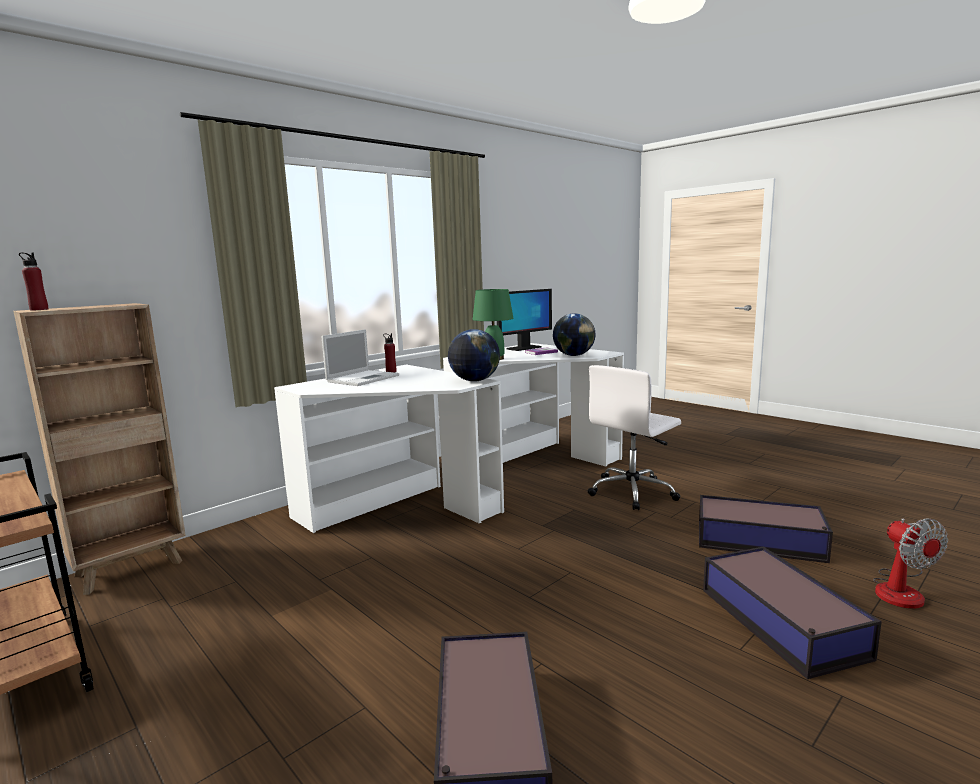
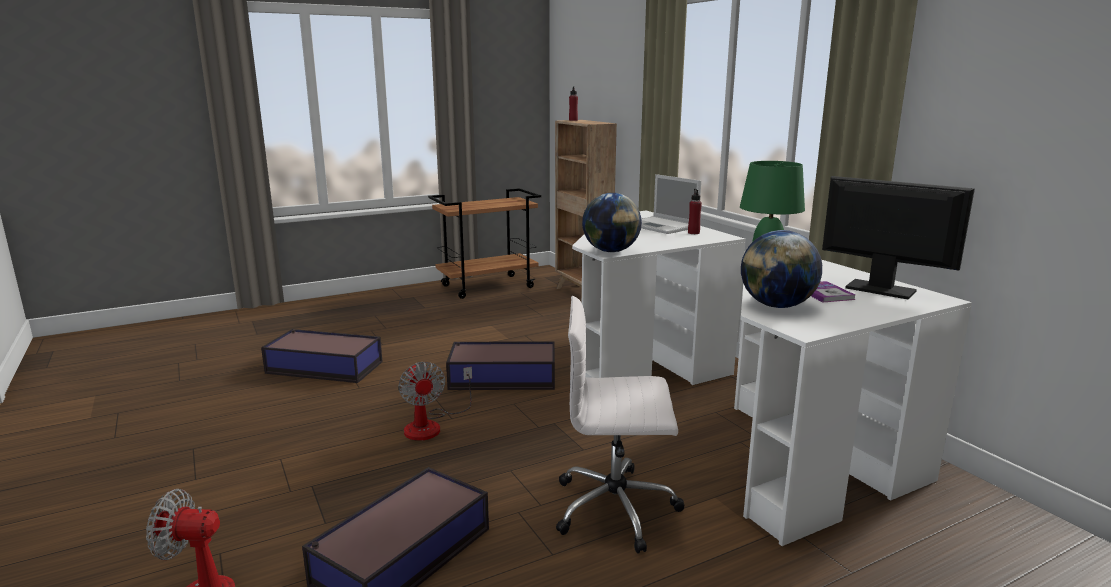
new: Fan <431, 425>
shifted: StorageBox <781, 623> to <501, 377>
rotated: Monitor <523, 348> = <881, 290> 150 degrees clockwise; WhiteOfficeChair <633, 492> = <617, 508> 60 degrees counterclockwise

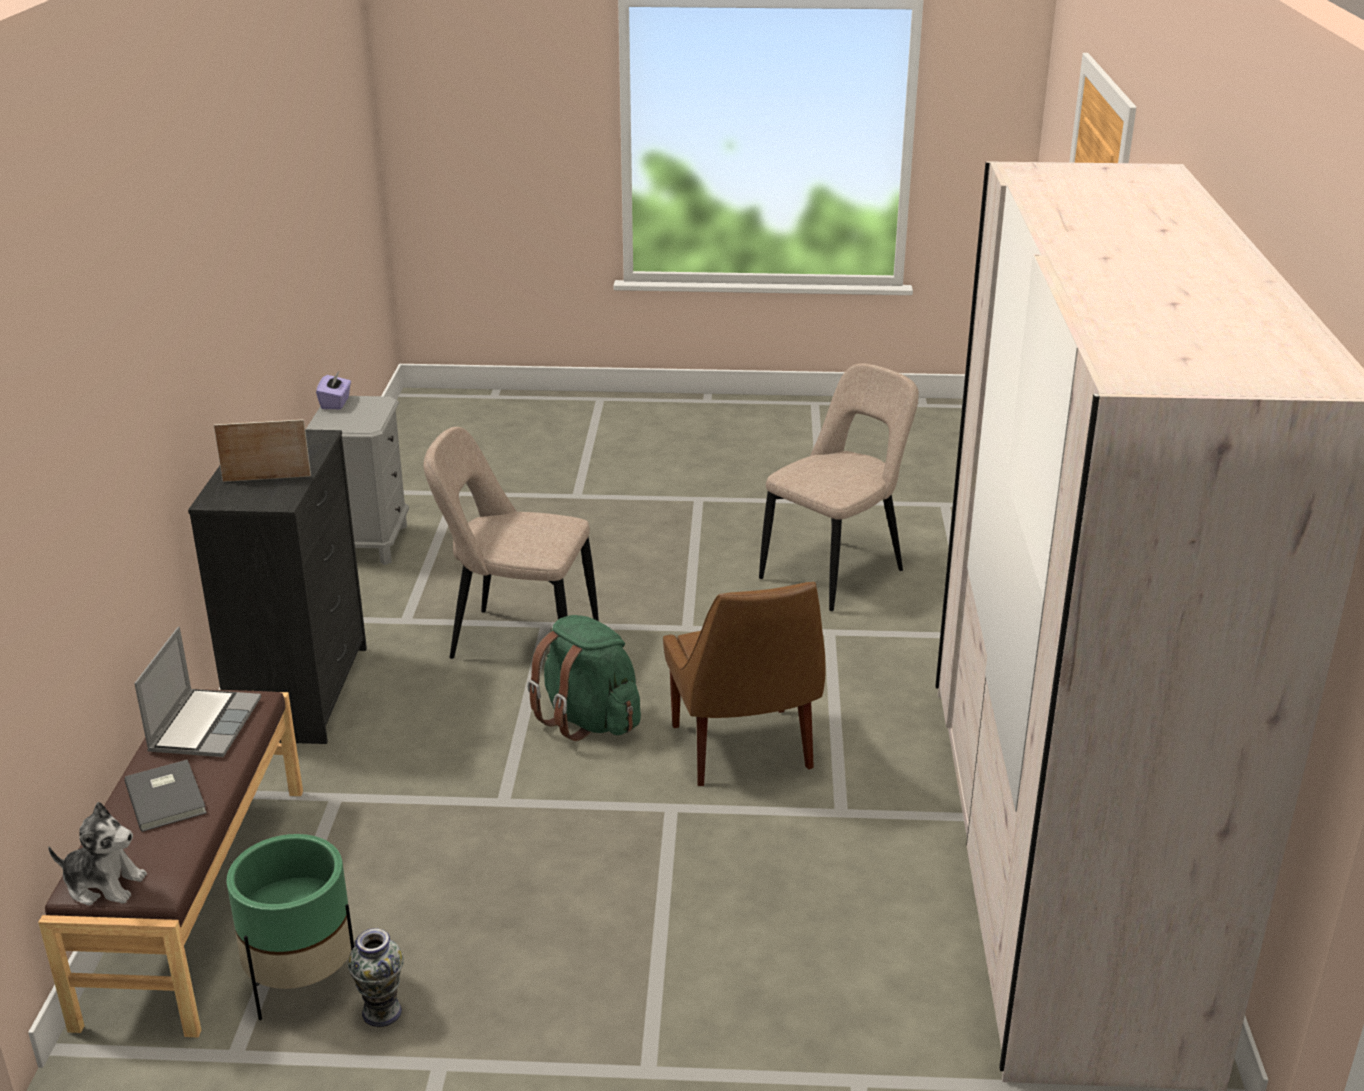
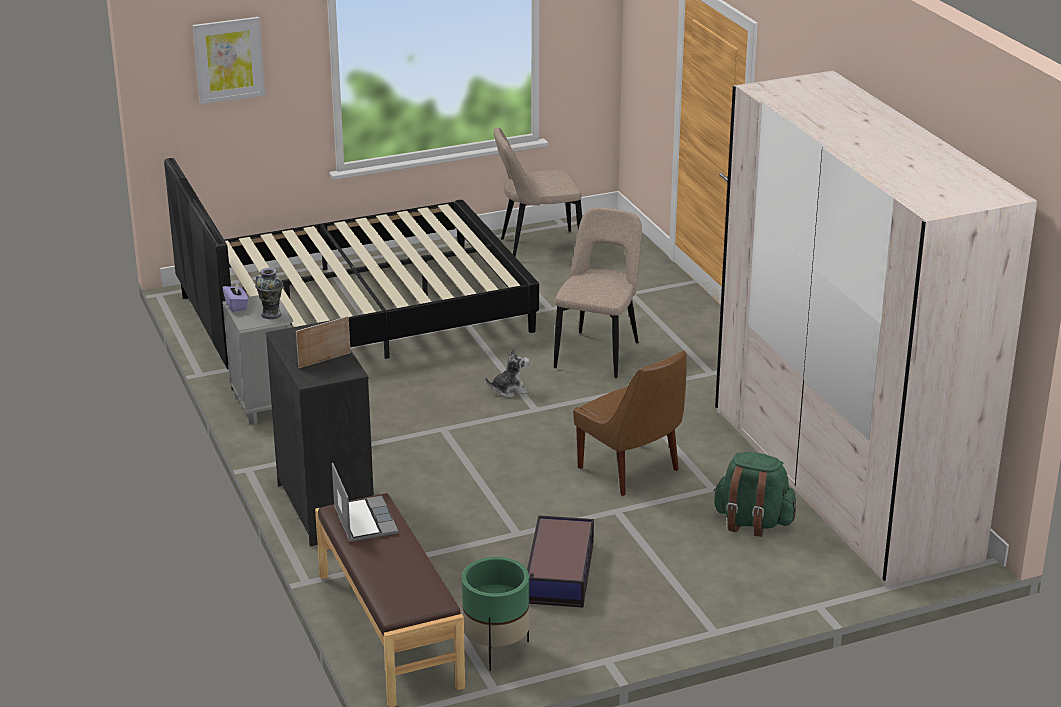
gone: GreyBook <167, 796>
new: Picture <228, 60>; BlackBed <354, 314>; StorageBox <559, 573>
shifted: BeigeChair <517, 640> to <537, 247>; GreenBackpack <588, 720> to <752, 522>; PlushToy <104, 884> to <509, 390>; Vase <381, 1012> to <271, 314>

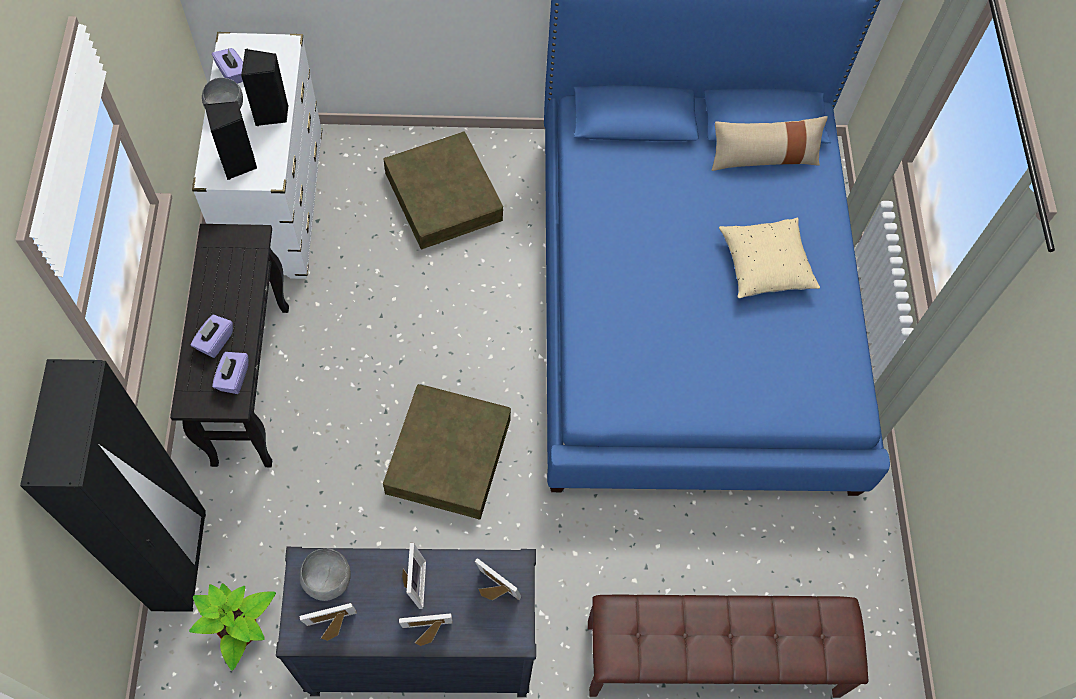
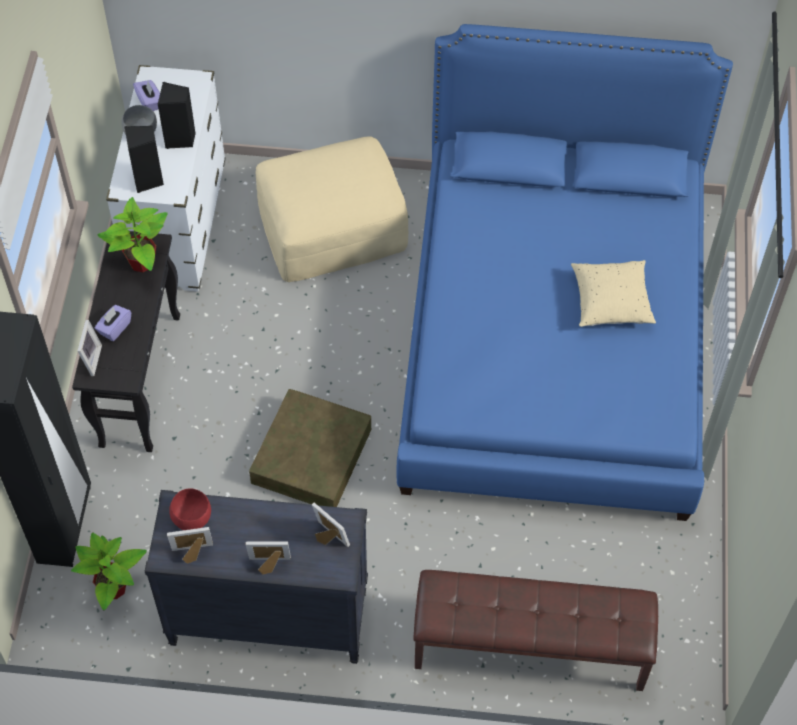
gone: BeigePillow <763, 157>; PurpleTissueBox <233, 378>
new: PottedPlant <141, 263>
shifted: PictureFrame <413, 584> to <89, 359>
swapped: BrownStorageBox <443, 196> to BeigeOttoman <332, 226>
repainted: GreyBowl <327, 579> to RedBowl <191, 517>

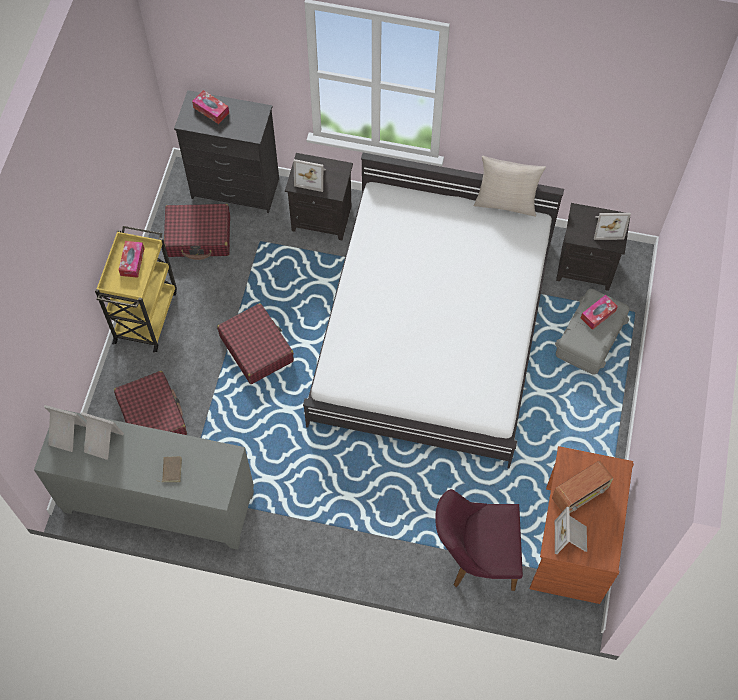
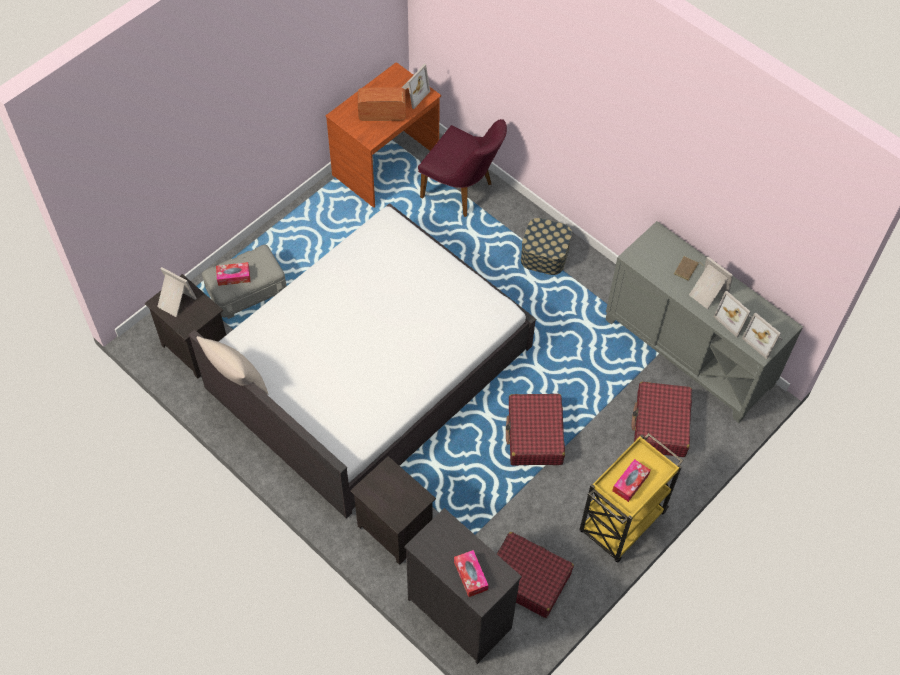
new: StorageBox <544, 255>
shifted: PictureFrame <312, 177> to <706, 293>

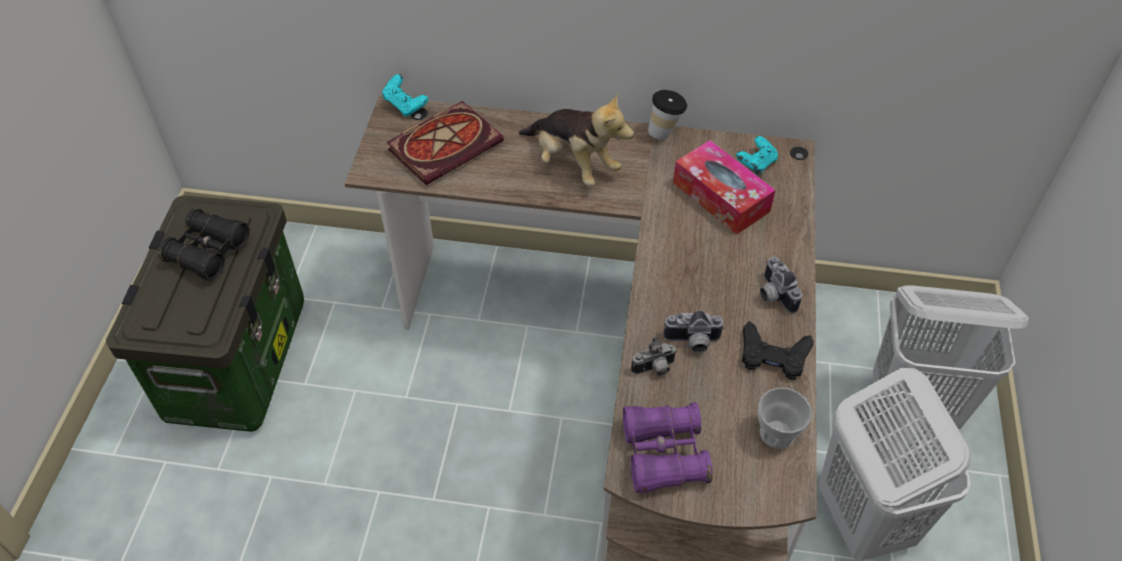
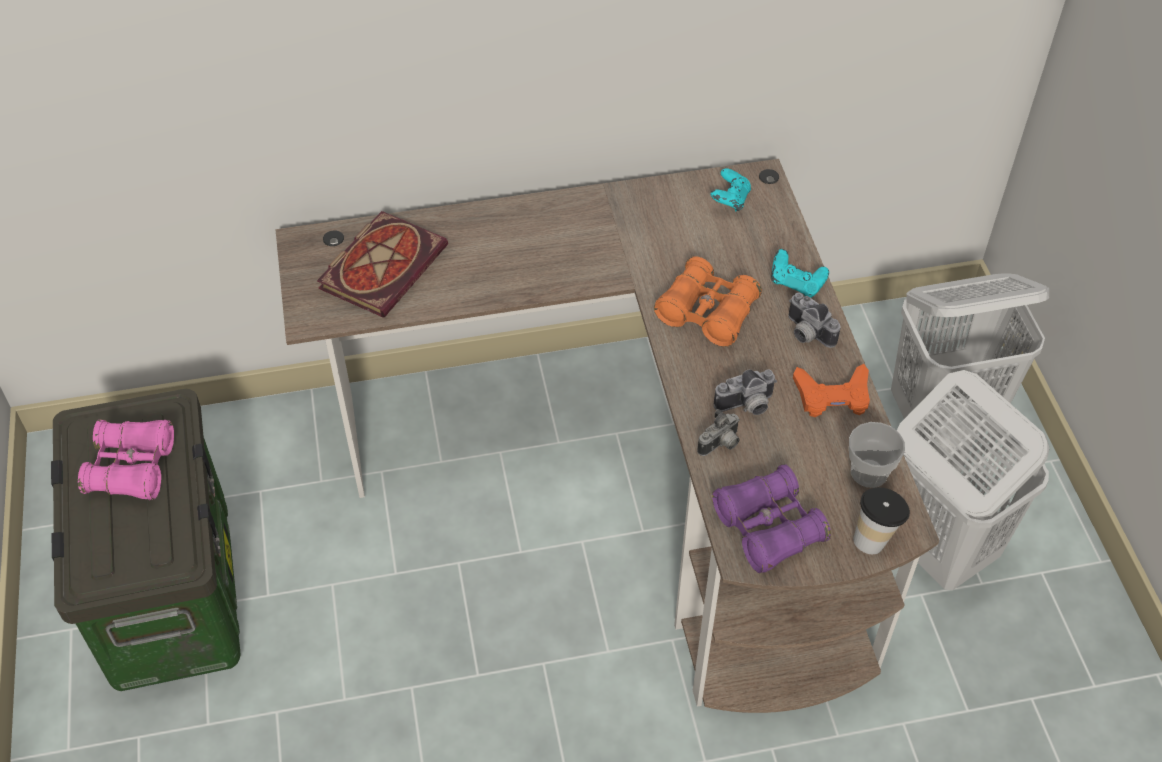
gone: PlushToy <573, 164>; TissueBox <721, 197>
new: OrangeBinoculars <707, 312>
shifted: TurquoiseGameController <405, 105> to <796, 284>; Cup <665, 132> to <874, 538>
repainted: BlackBinoculars <208, 252> to PinkBinoculars <132, 468>; BlackGameController <773, 356> to OrangeGameController <832, 396>

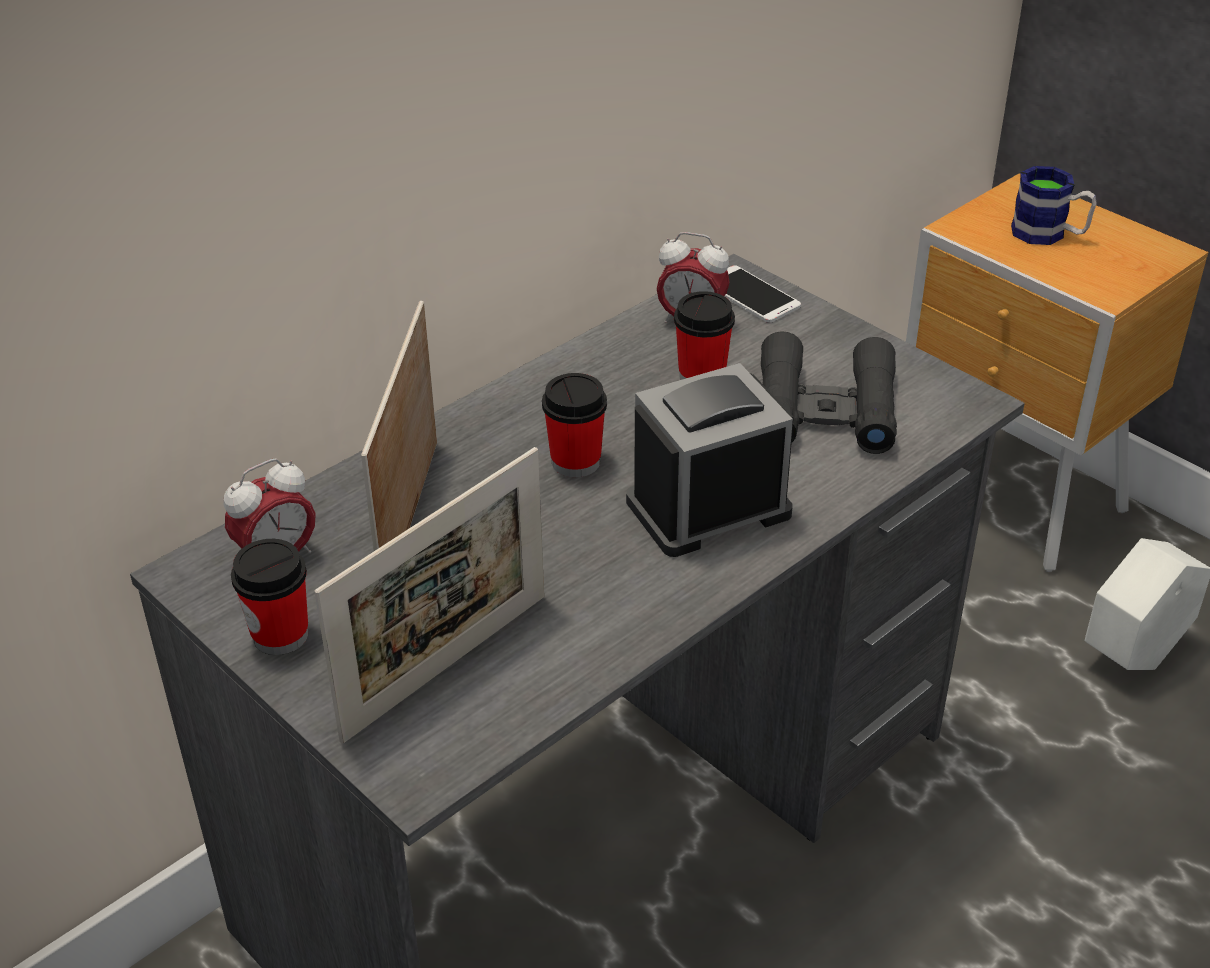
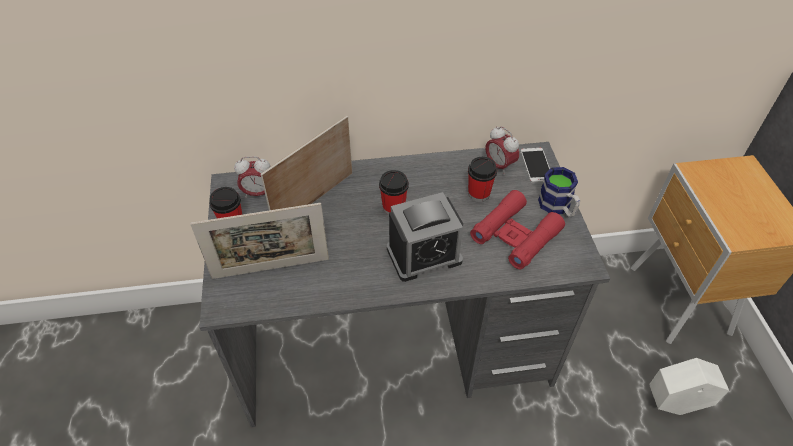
shifted: Mug <1049, 234> to <558, 208>
repainted: BlackBinoculars <825, 409> to RedBinoculars <515, 235>
rotated: AlarmClock <708, 508> = <424, 255> 150 degrees clockwise

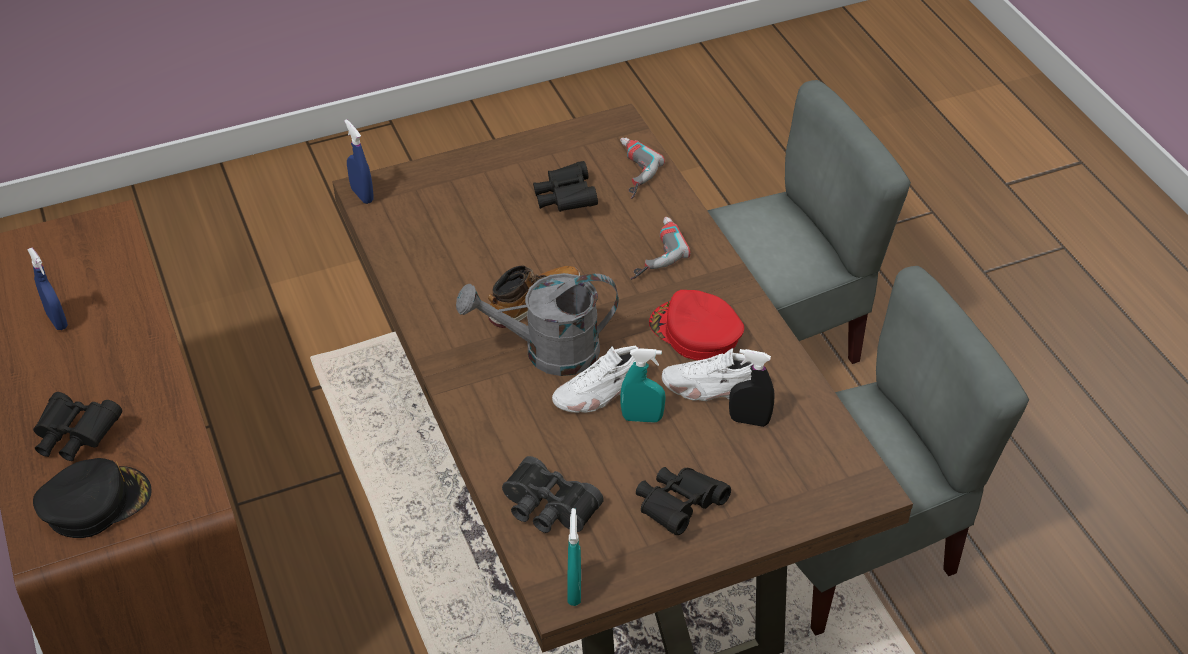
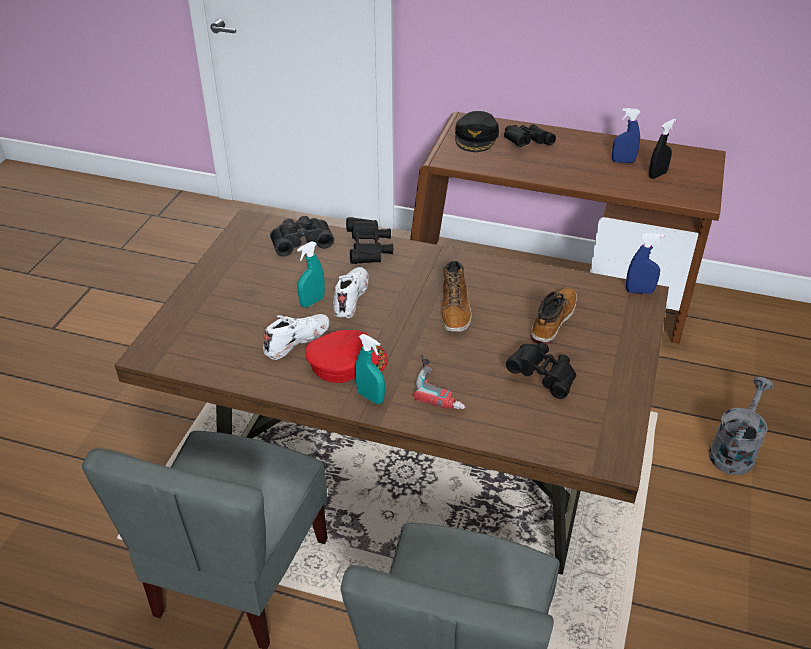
gone: PowerDrill <627, 172>
new: Boot <552, 321>
shifted: GreyWateringCan <548, 352> to <734, 450>; BlackSprayBottle <749, 420> to <657, 175>; BlackBinoculars <678, 507> to <369, 250>; TurquoiseSprayBottle <574, 589> to <370, 397>

